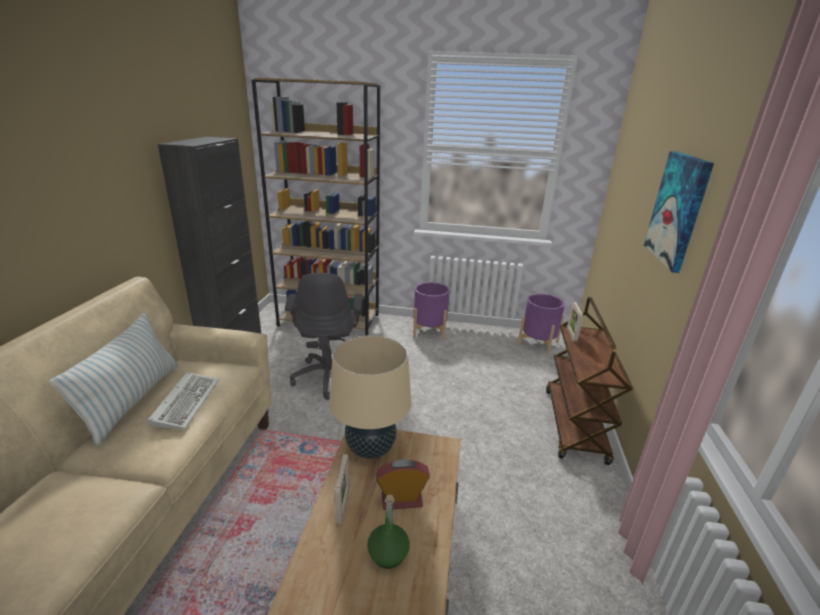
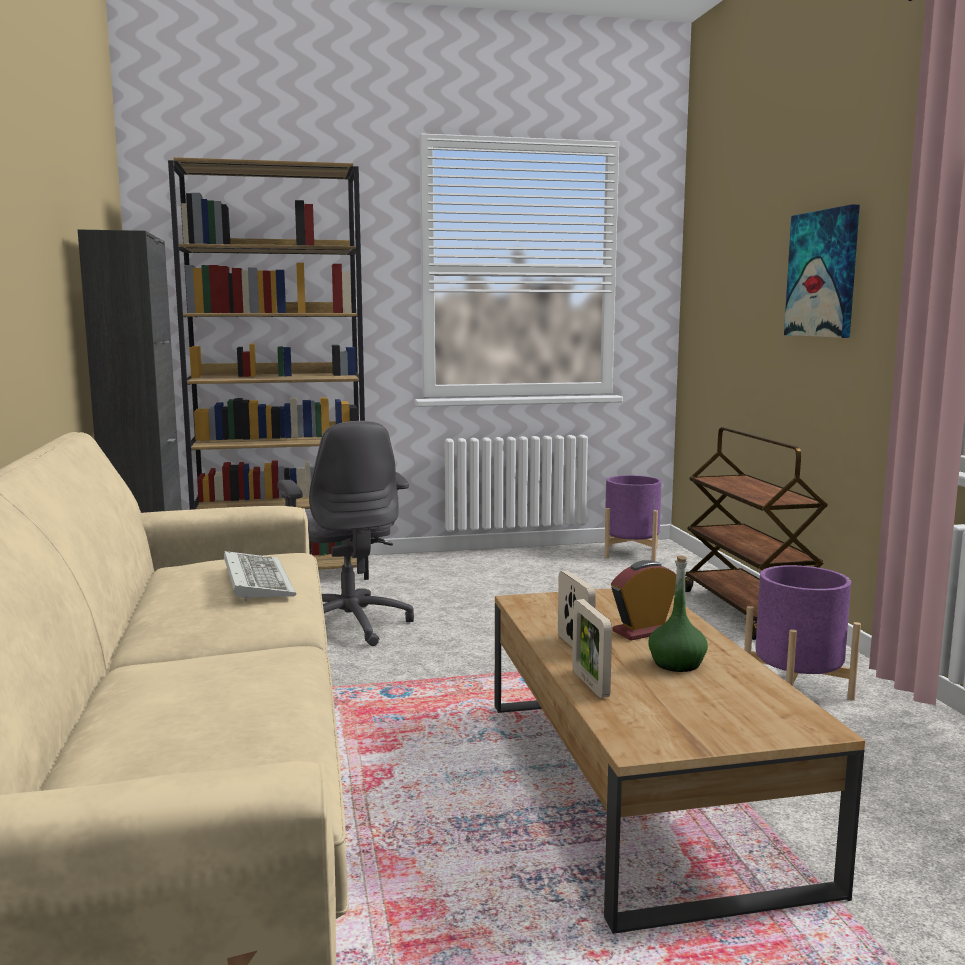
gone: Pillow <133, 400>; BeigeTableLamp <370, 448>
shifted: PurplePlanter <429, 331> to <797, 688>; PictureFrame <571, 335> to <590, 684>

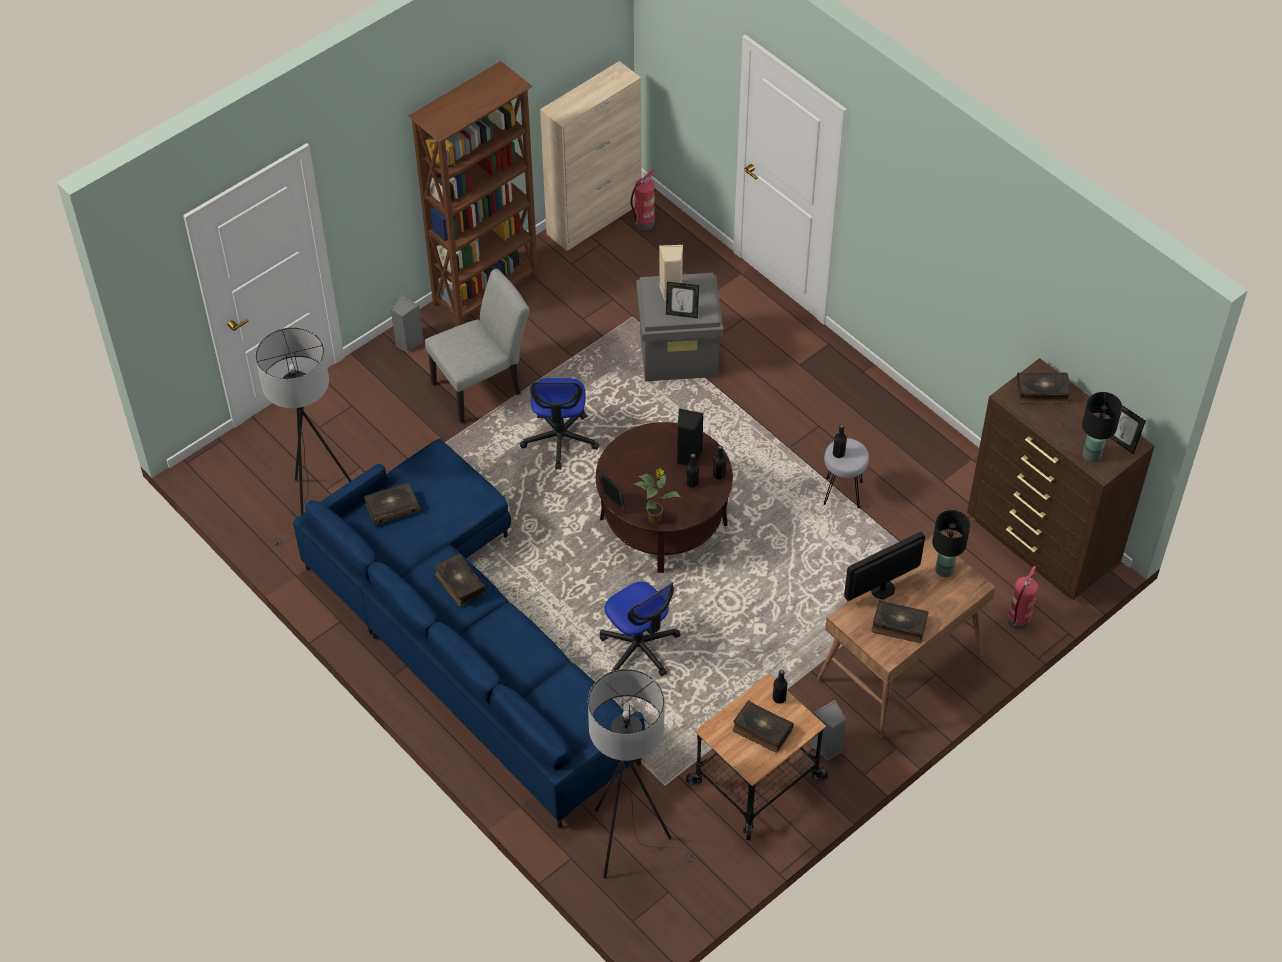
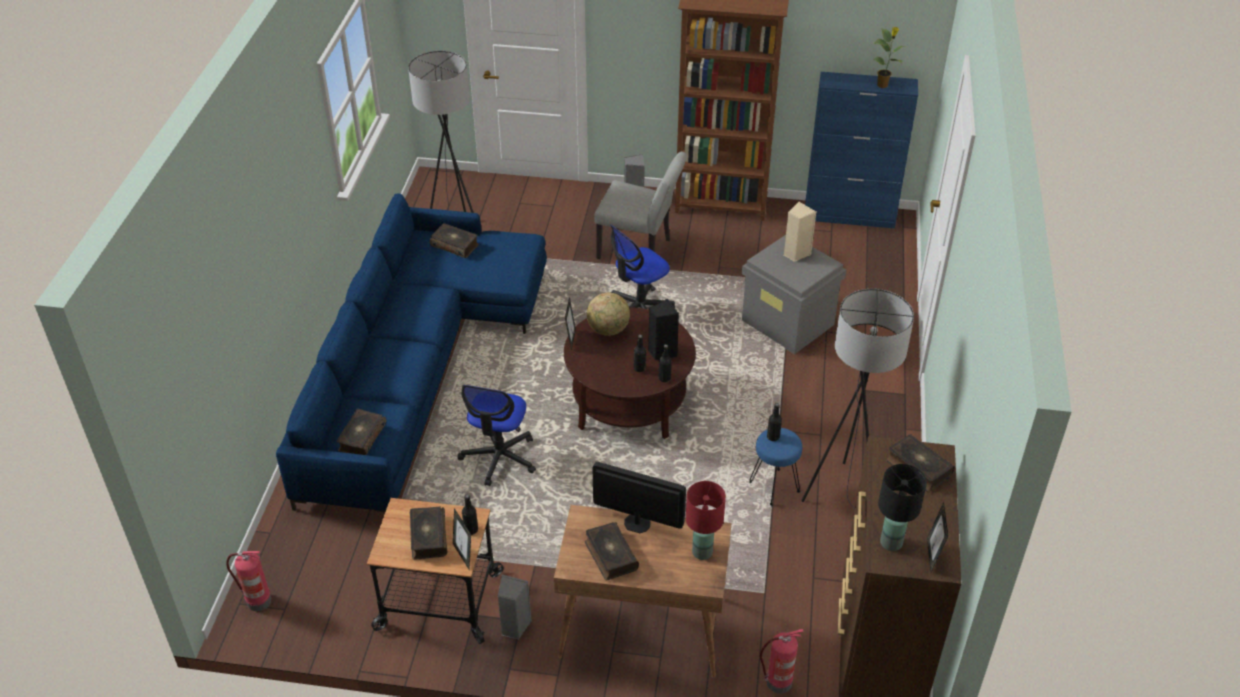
new: Globe <608, 330>
shifted: FireExtinguisher <644, 223> to <257, 601>; PictureFrame <682, 314> to <463, 555>; PottedPlant <655, 518> to <883, 85>; Book <459, 584> to <361, 438>; GreyFloorLamp <630, 840> to <846, 496>
repainted: BeigeCabinet <595, 218> to BlueCabinet <850, 216>; GreyStool <842, 492> to BlueStool <774, 486>; BlackTableLamp <944, 569> to RedTableLamp <702, 551>

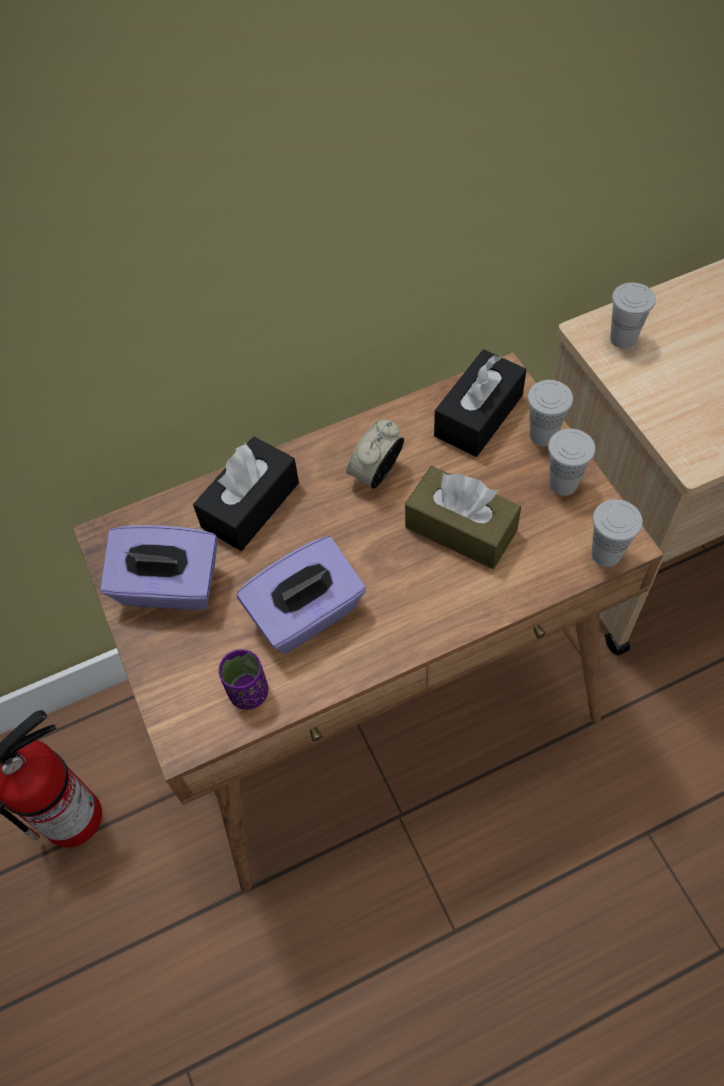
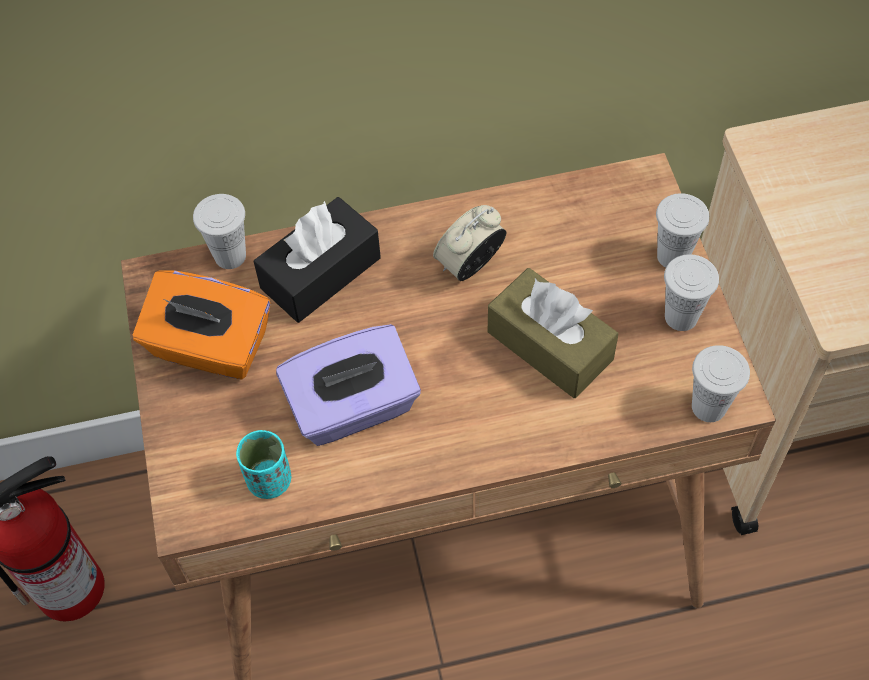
gone: BlackTissueBox <478, 415>
shifted: WhiteCup <623, 339> to <230, 256>
repainted: PurpleTissueBox <169, 587> to OrangeTissueBox <210, 347>; PurpleCup <248, 692> to TurquoiseCup <269, 480>

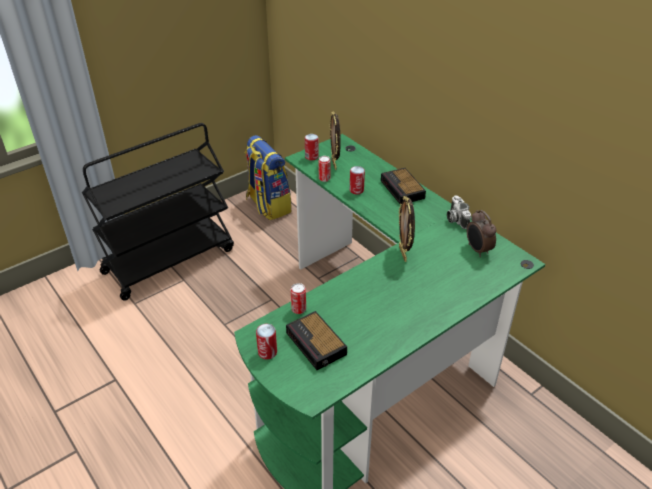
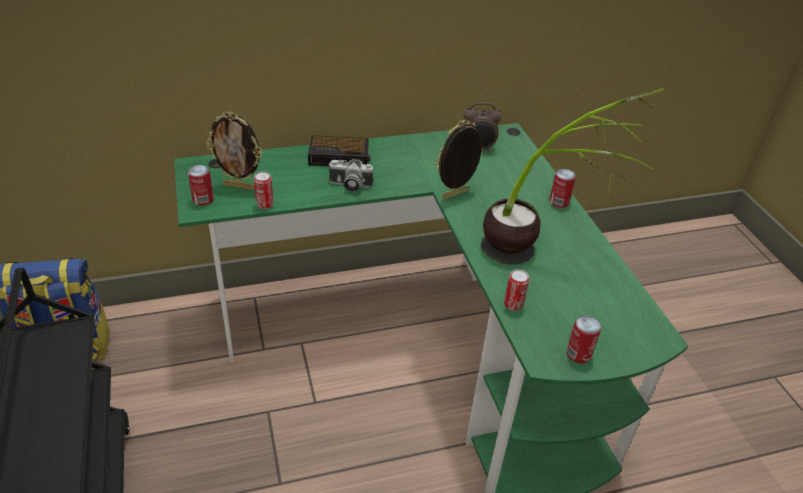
gone: AlarmClock <317, 344>
new: PottedPlant <540, 251>
shifted: Can <356, 190> to <559, 202>; PhotoCamera <455, 219> to <349, 185>
rotated: PictureFrame <403, 253> = <455, 195> 135 degrees clockwise

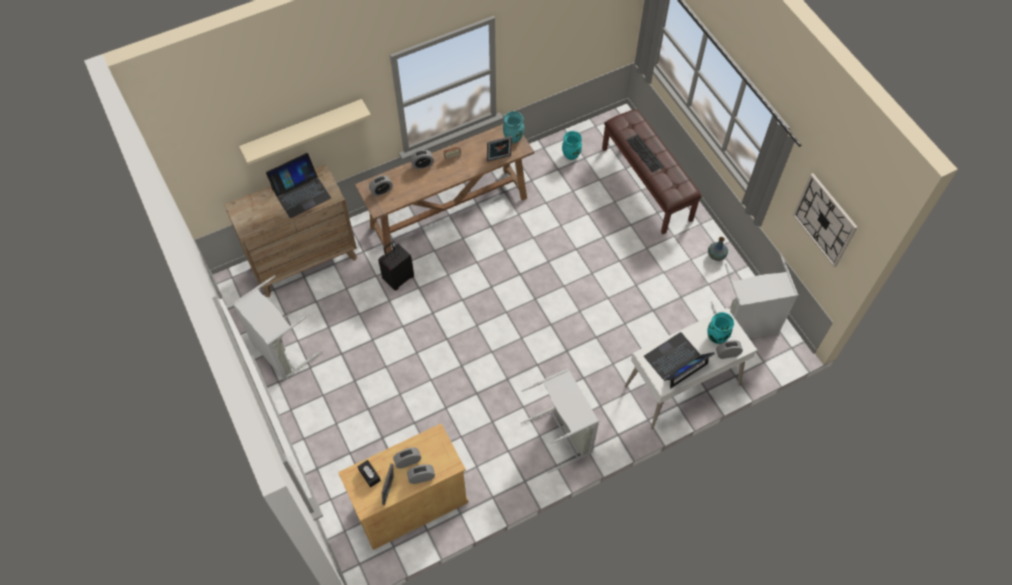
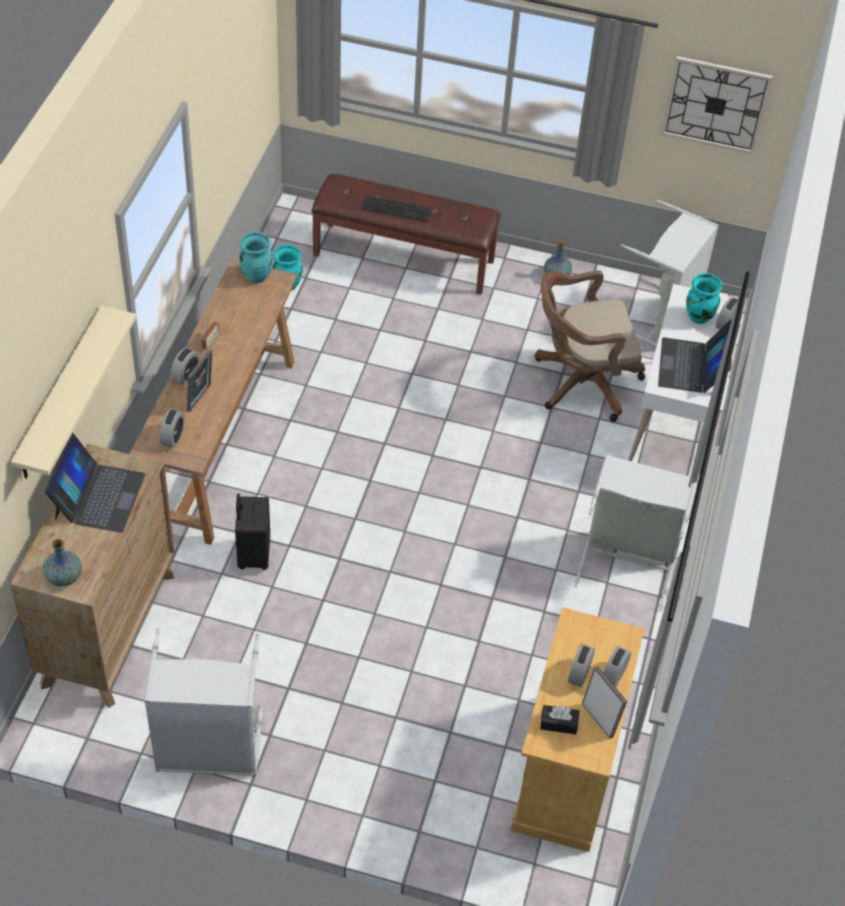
new: BrownOfficeChair <580, 382>; Vase <64, 577>
shifted: PictureFrame <499, 159> to <201, 399>

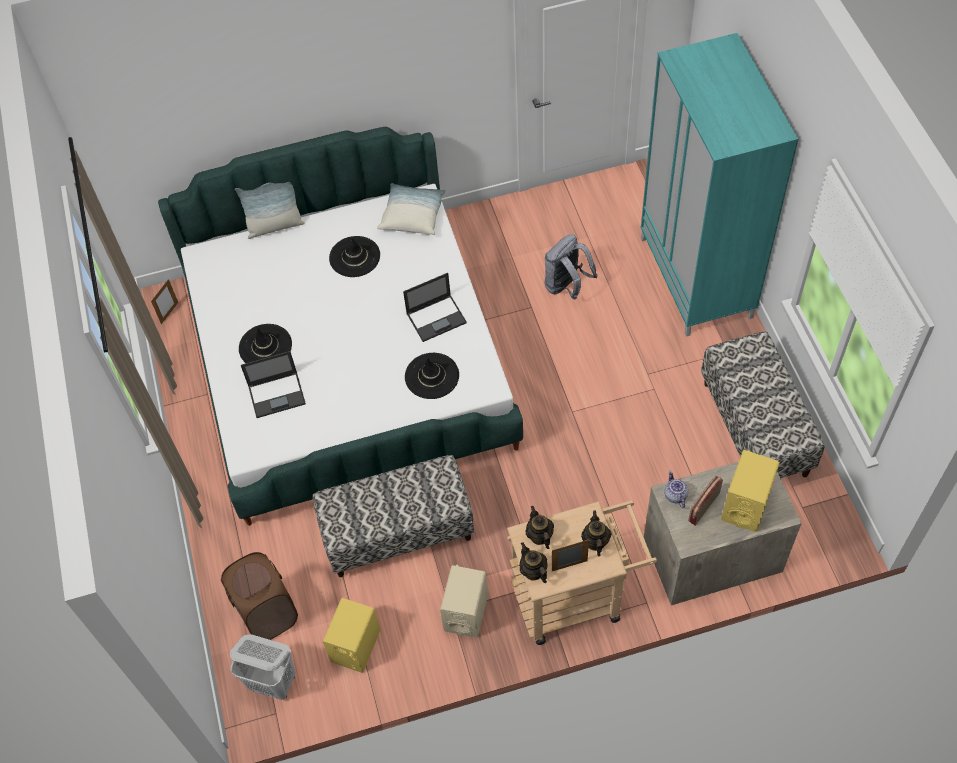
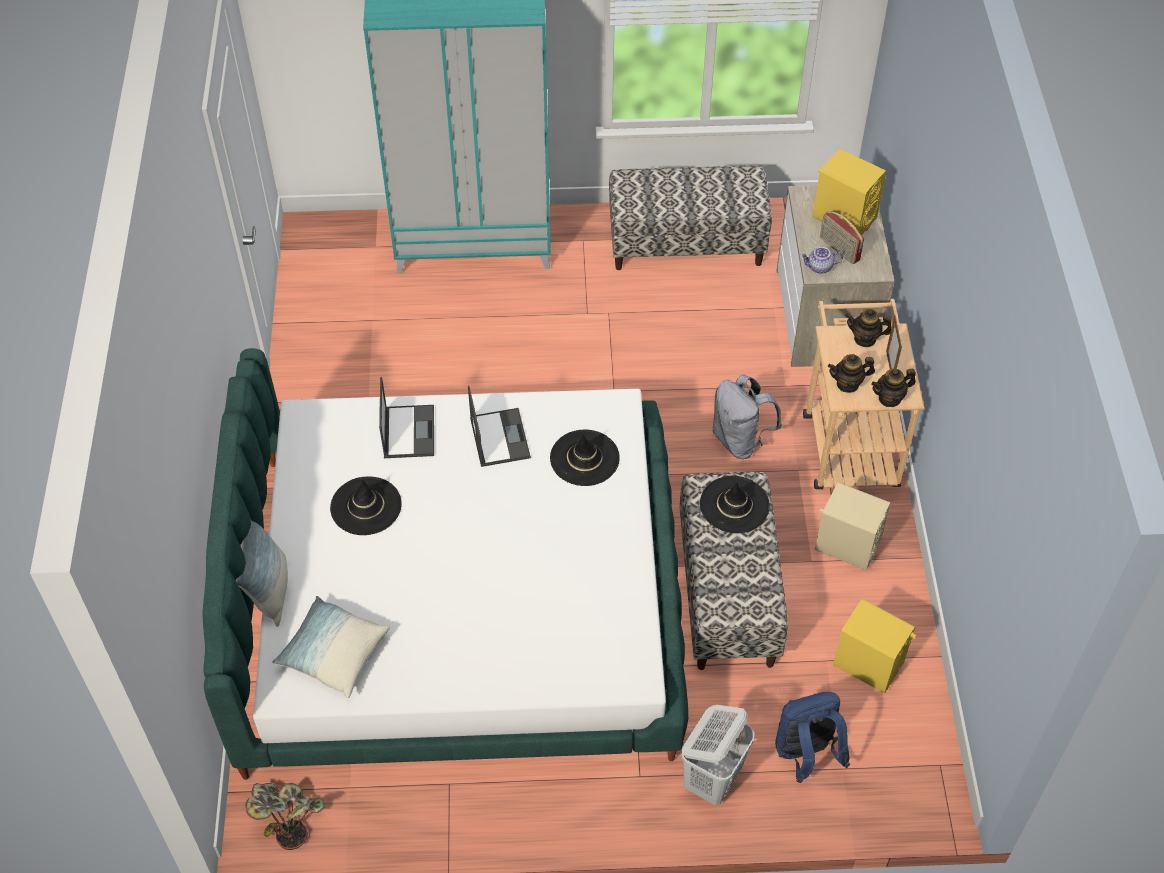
shifted: Pillow <412, 216> to <333, 654>; GreyBackpack <566, 286> to <740, 440>; BlackHat <265, 346> to <734, 505>; Laptop <277, 394> to <408, 431>; WhiteLaundryBasket <273, 682> to <712, 779>
swapped: PictureFrame <169, 313> to PottedPlant <286, 818>; BrownLaundryBasket <267, 613> to BlueBackpack <806, 755>

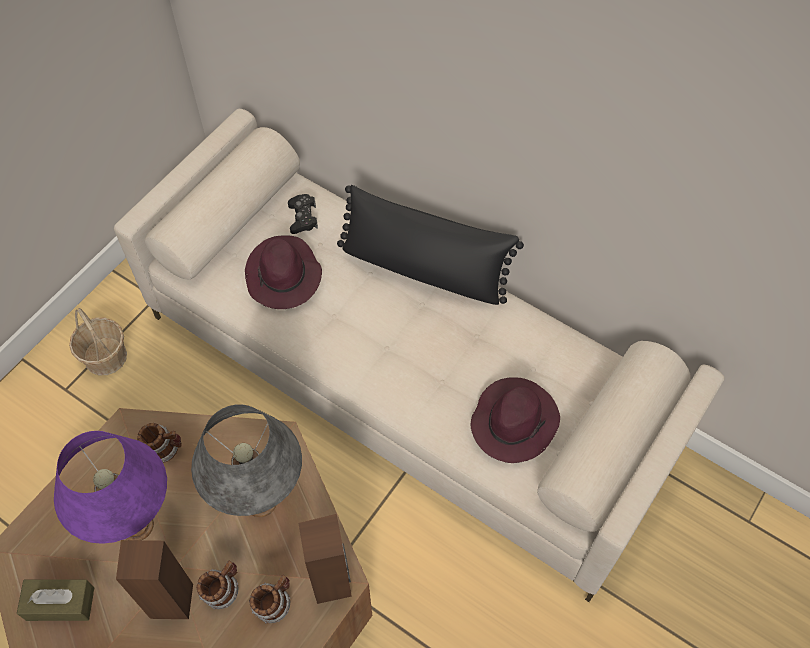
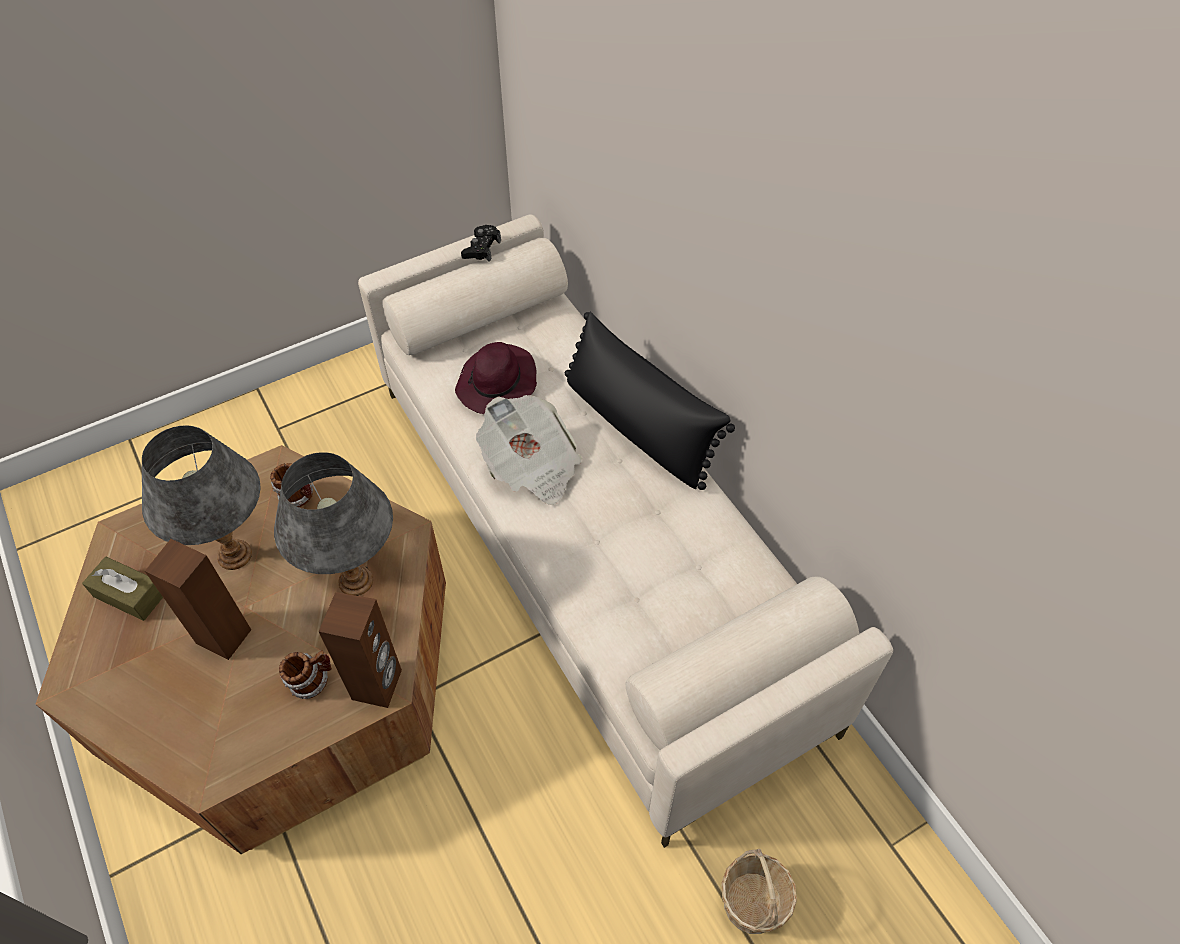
gone: PurpleHat <514, 421>; Mug <222, 590>
new: Newspaper <531, 466>
shifted: BlackGameController <303, 217> to <481, 248>; Basket <105, 356> to <753, 902>
repainted: PurpleTableLamp <136, 526> to GreyTableLamp <234, 555>

